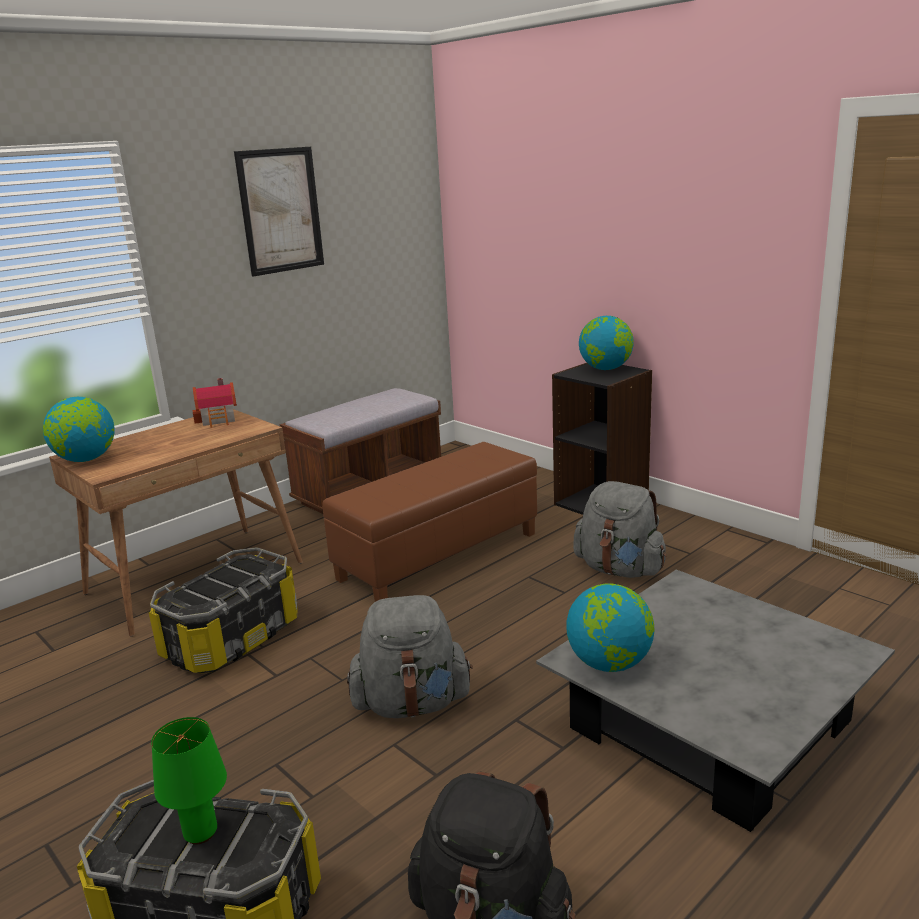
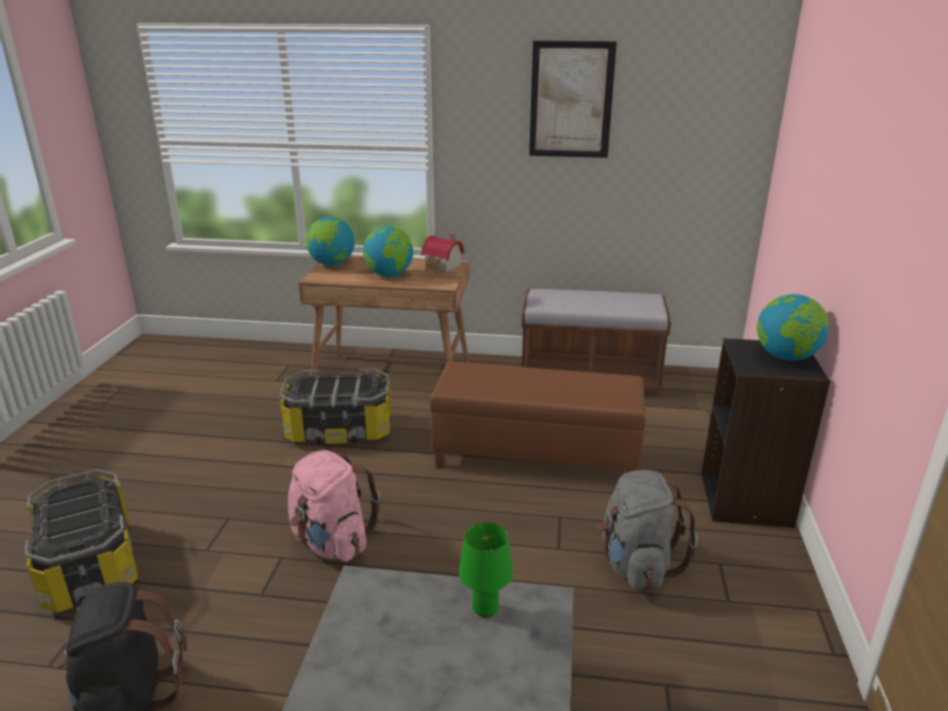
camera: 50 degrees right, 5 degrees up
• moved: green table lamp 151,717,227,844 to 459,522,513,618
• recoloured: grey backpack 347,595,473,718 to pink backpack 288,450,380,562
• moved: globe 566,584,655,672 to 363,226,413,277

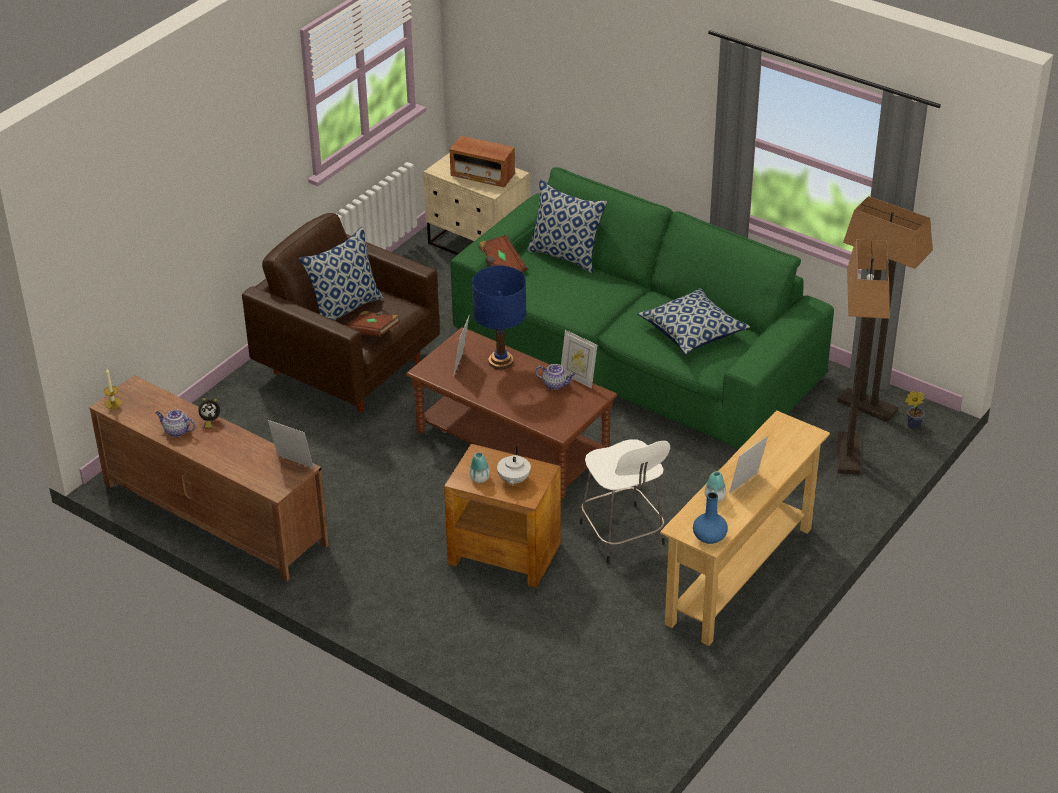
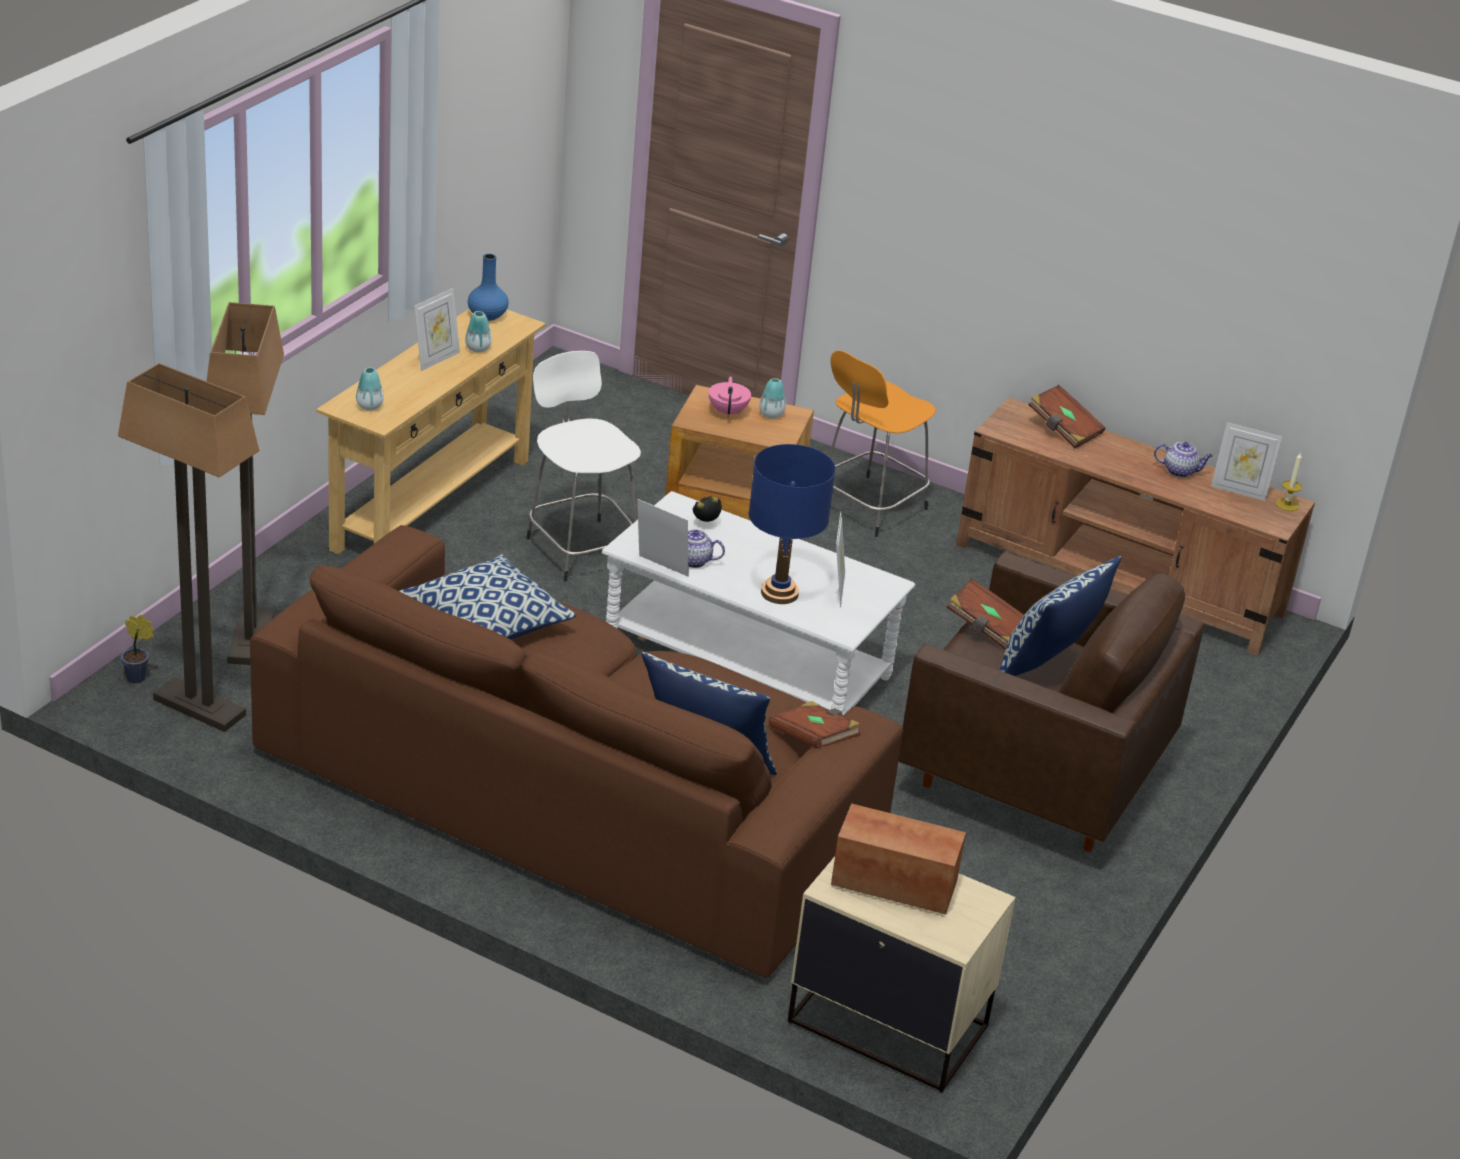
camera: 170 degrees right, 5 degrees down
• moved: alarm clock 198,398,220,428 to 693,496,722,522
• moved: picture frame 268,420,314,468 to 1211,422,1282,501
• recoloured: brown coffee table 406,327,617,499 to white coffee table 602,491,915,715
• recoloured: green sofa 450,167,834,449 to brown sofa 250,525,903,978
• recoloured: white teapot 497,446,531,486 to pink teapot 709,376,751,417
• added: vase 356,367,384,411
• added: orange stool 829,351,936,537
• added: brown book 1028,385,1105,448

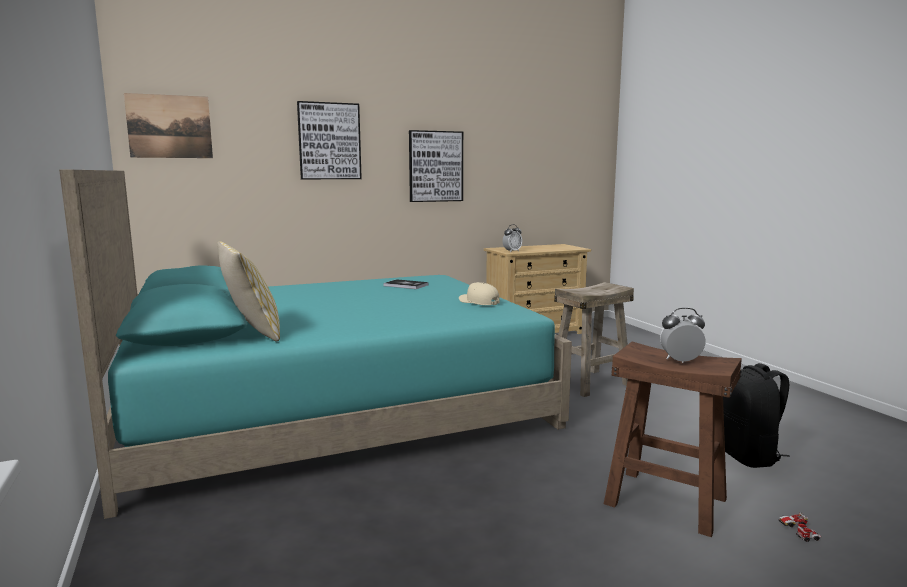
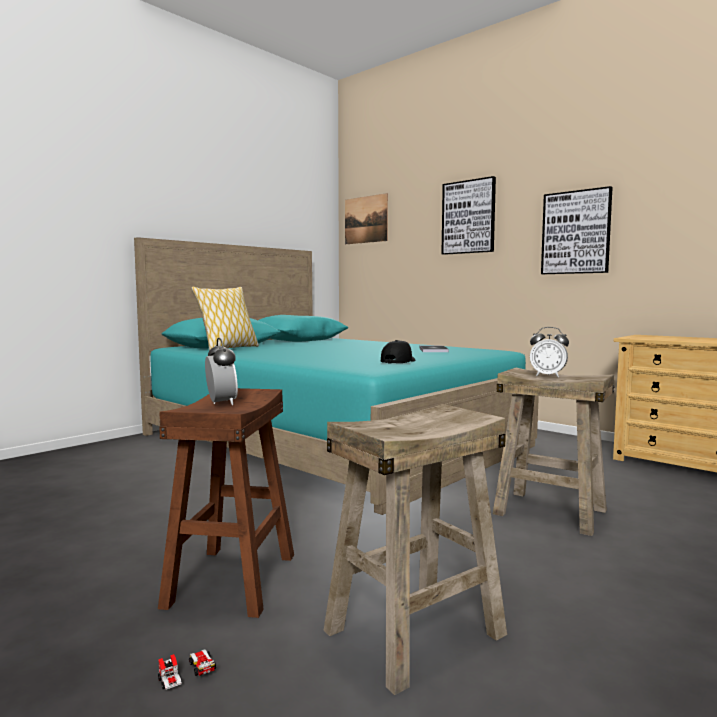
camera: 65 degrees right, 5 degrees down
• recoloured: beige cap 459,282,500,305 to black cap 381,340,415,364
• moved: alarm clock 503,224,522,252 to 530,327,569,377
• replaced: black backpack 723,363,790,468 to beige stool 323,404,507,695

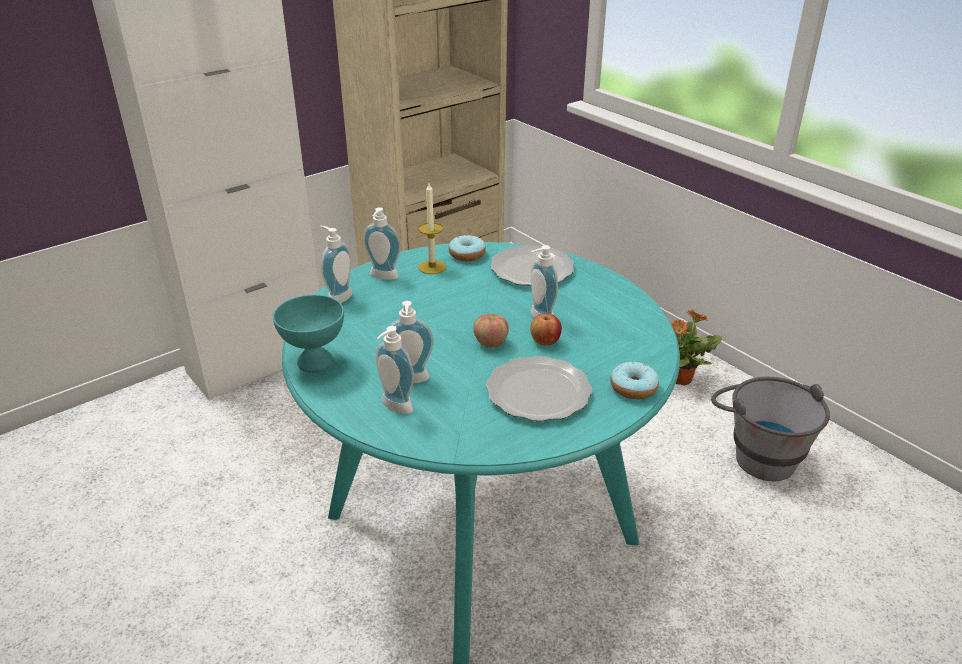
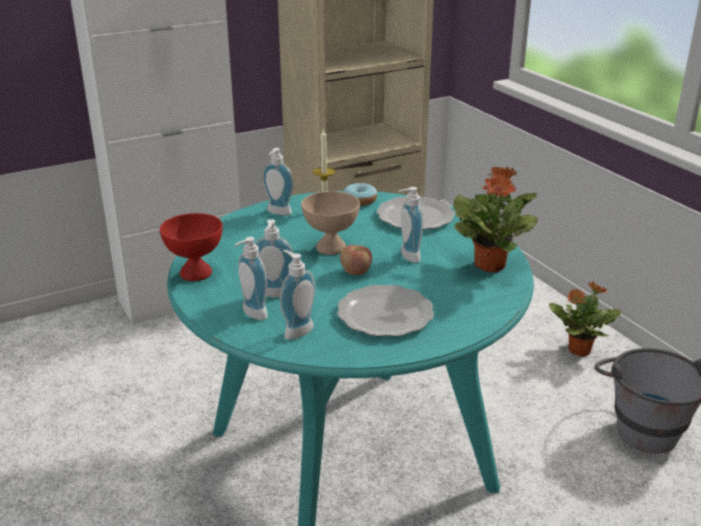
camera: 10 degrees right, 5 degrees down
• recoloured: turquoise bowl 273,295,344,373 to red bowl 160,213,223,281
• moved: soap dispenser 320,226,352,303 to 280,250,315,340
• removed: apple 530,313,562,345
• removed: donut 610,362,659,399
• added: beige bowl 301,191,360,255
• added: potted plant 453,167,538,272

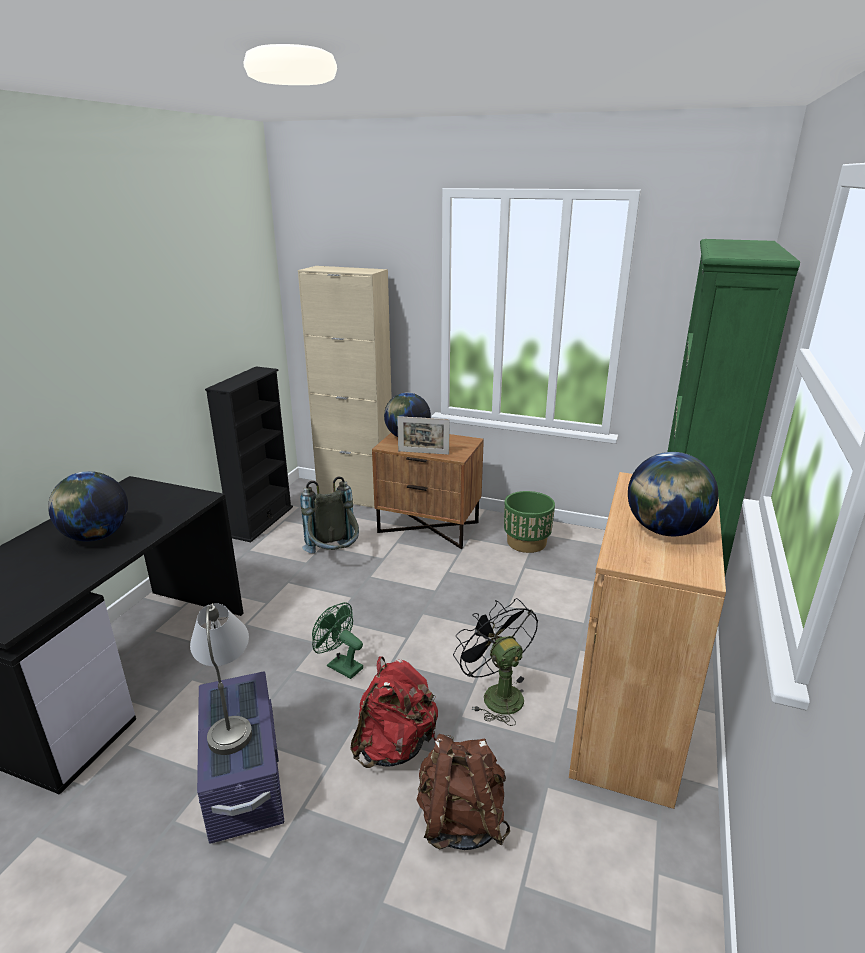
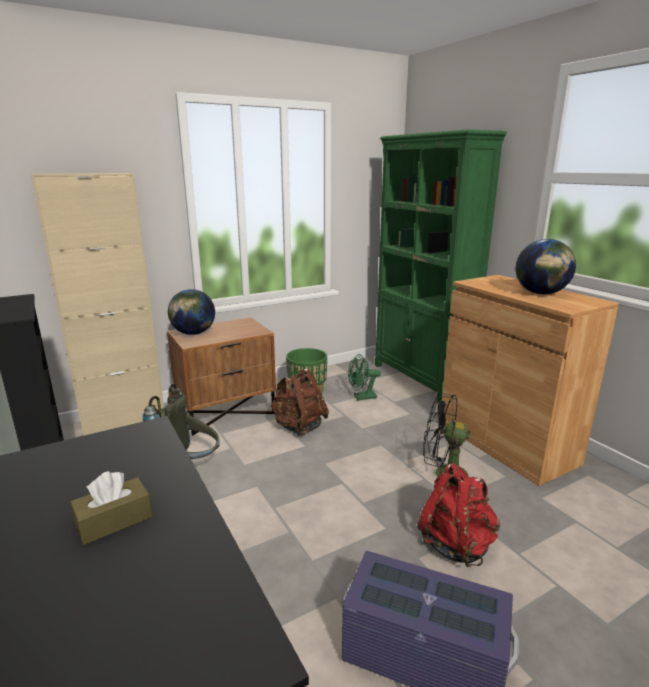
camera: 50 degrees left, 5 degrees down
• replaced: globe 48,471,128,542 to brown tissue box 70,471,152,545
• removed: grey table lamp 190,603,252,755
• moved: green fan 312,602,363,679 to 348,354,381,400
• removed: picture frame 397,416,450,455
• moved: brown backpack 416,734,510,850 to 270,369,329,436

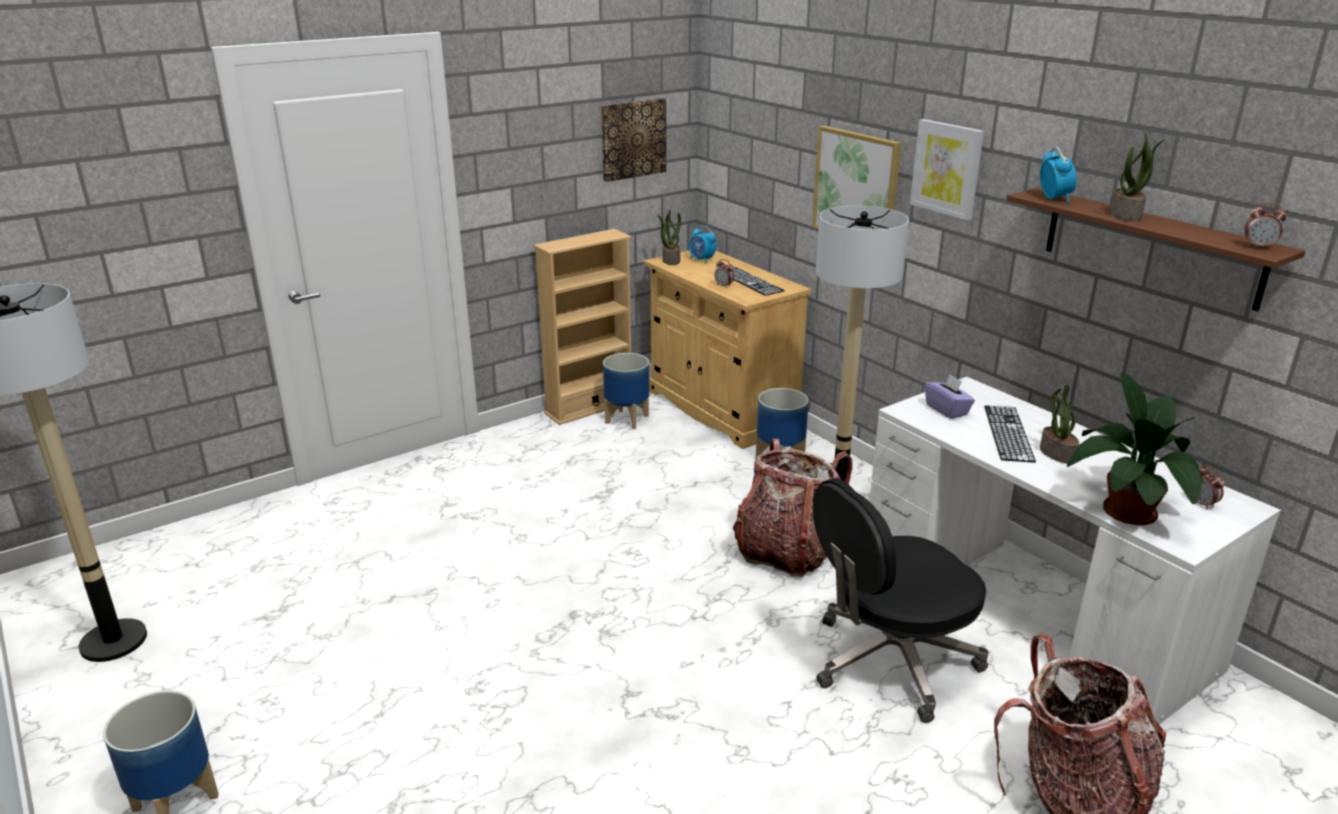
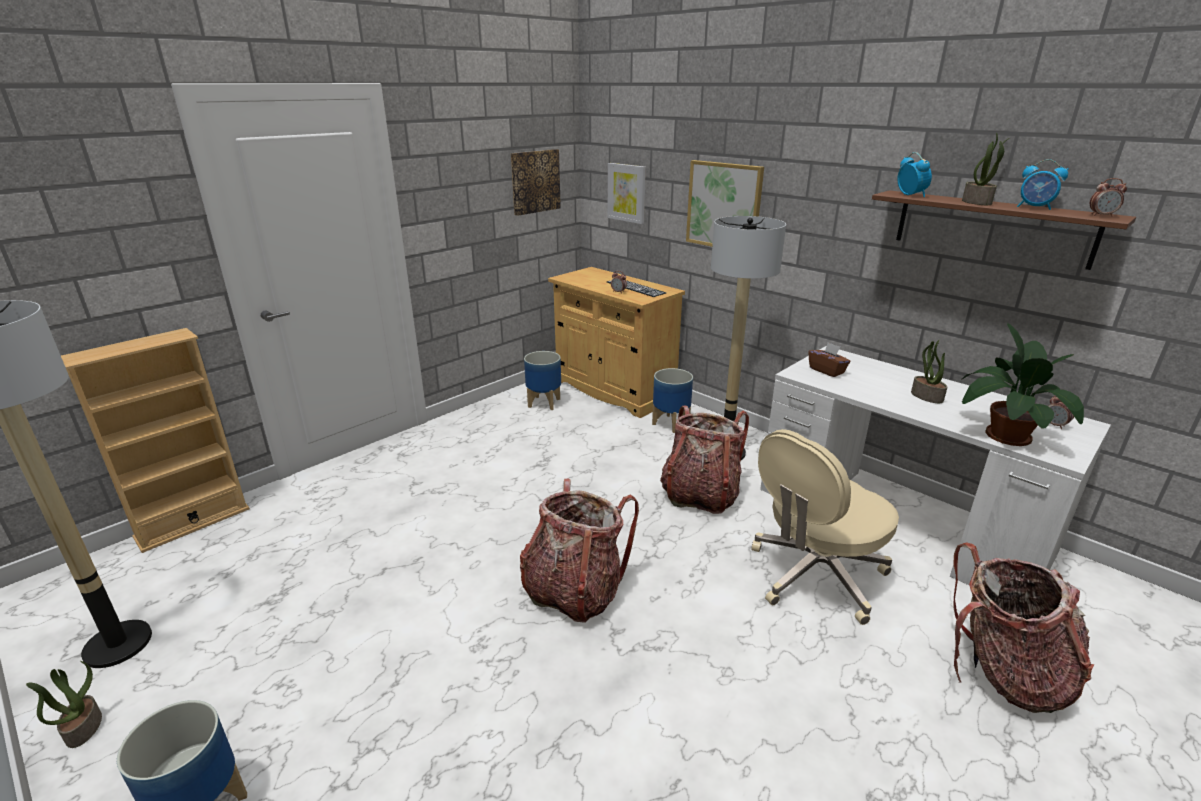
camera: 10 degrees left, 0 degrees up
• moved: beige bookcase 534,229,632,425 to 61,328,250,553
• moved: potted plant 657,209,681,265 to 26,661,102,748
• moved: alarm clock 689,225,716,263 to 1017,159,1068,210
• recoloured: black office chair 813,478,989,723 to beige office chair 752,429,899,625
• moved: picture 910,119,984,221 to 608,163,646,224
• recoloured: purple tissue box 925,374,975,419 to brown tissue box 808,342,851,377
• removed: keyboard 984,405,1036,463
• added: backpack 520,479,639,623

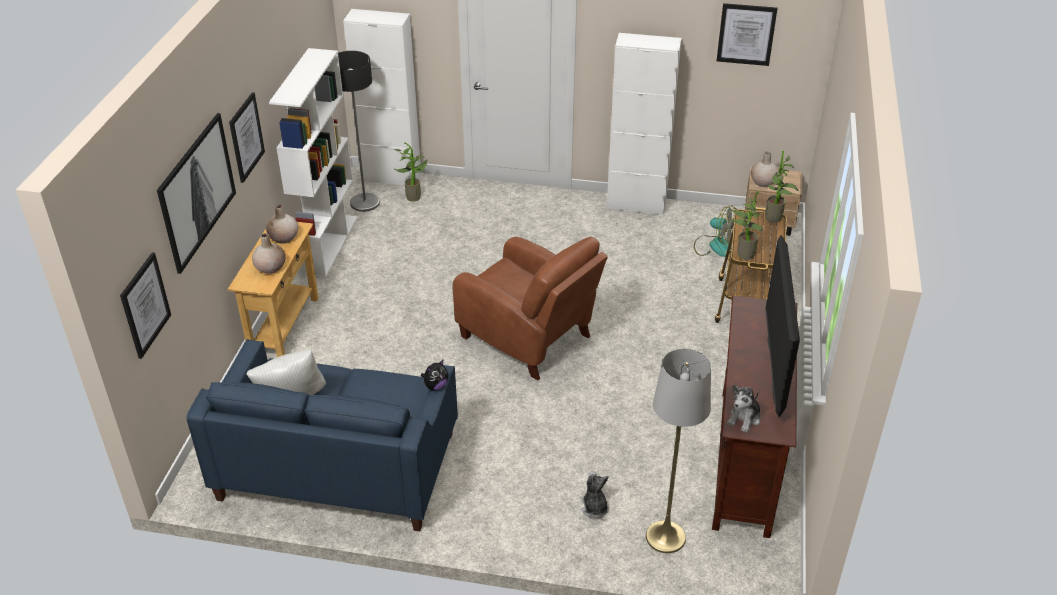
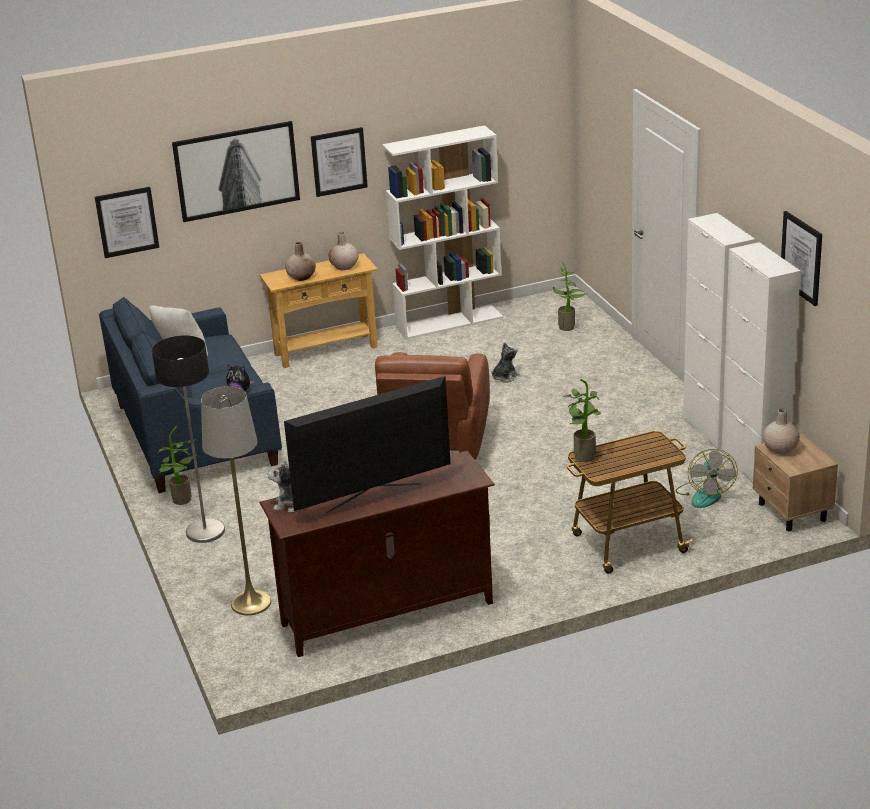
camera: 60 degrees right, 10 degrees down
• moved: floor lamp 338,51,380,212 to 152,335,225,543
• moved: white cabinet 343,9,421,186 to 721,242,801,482
• moved: plush toy 581,471,609,518 to 491,342,520,383
• moved: potted plant 765,151,798,223 to 158,427,197,505

